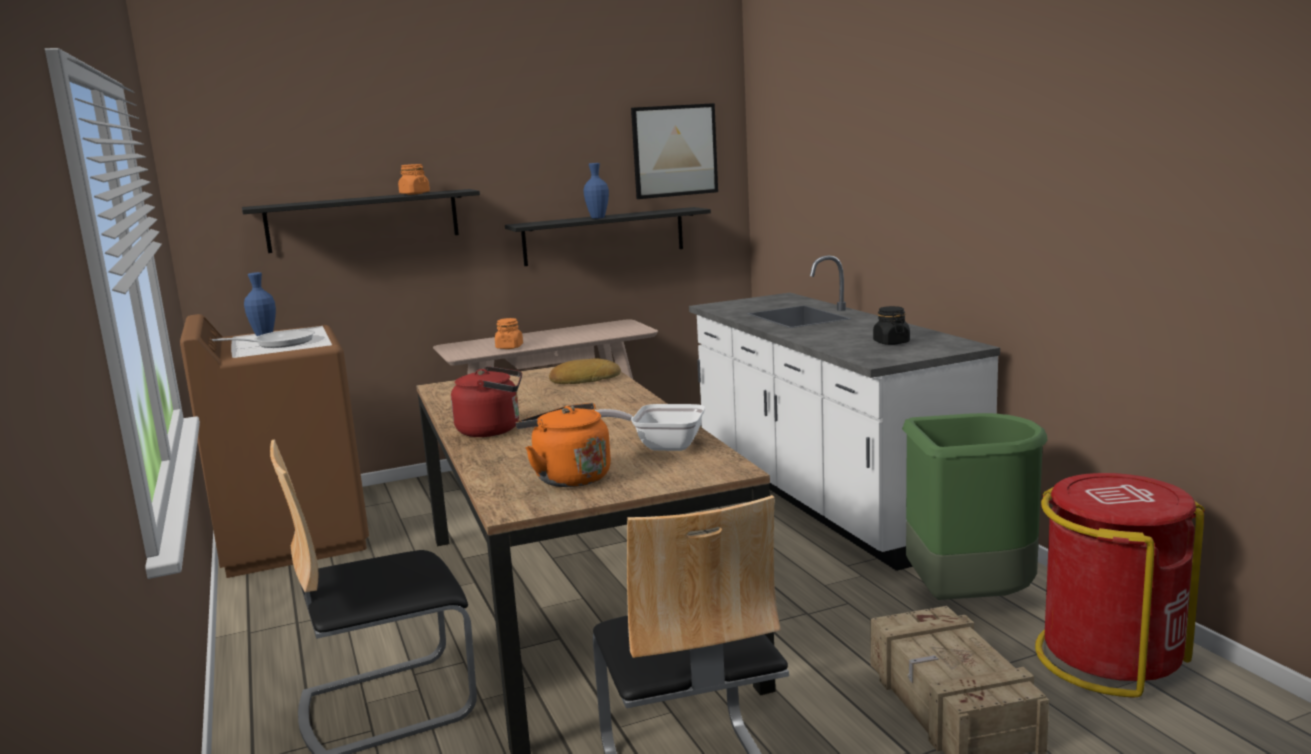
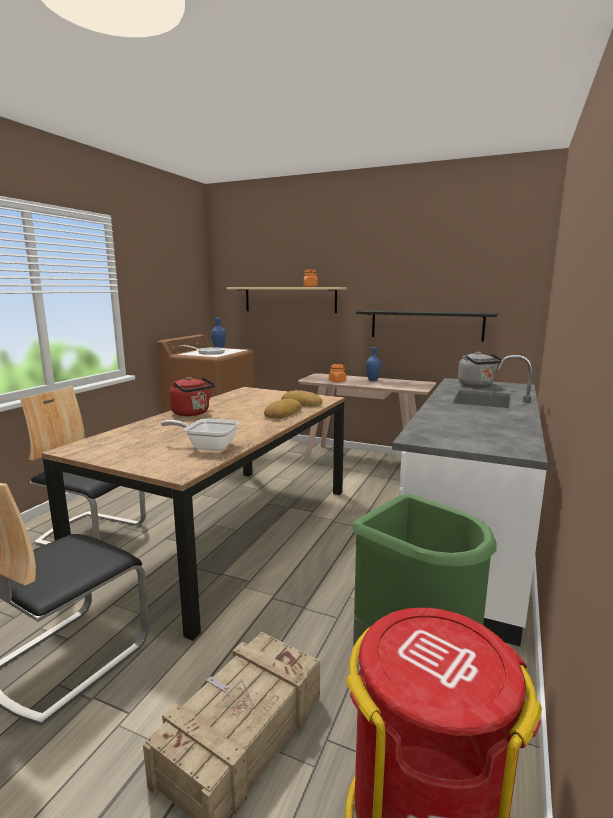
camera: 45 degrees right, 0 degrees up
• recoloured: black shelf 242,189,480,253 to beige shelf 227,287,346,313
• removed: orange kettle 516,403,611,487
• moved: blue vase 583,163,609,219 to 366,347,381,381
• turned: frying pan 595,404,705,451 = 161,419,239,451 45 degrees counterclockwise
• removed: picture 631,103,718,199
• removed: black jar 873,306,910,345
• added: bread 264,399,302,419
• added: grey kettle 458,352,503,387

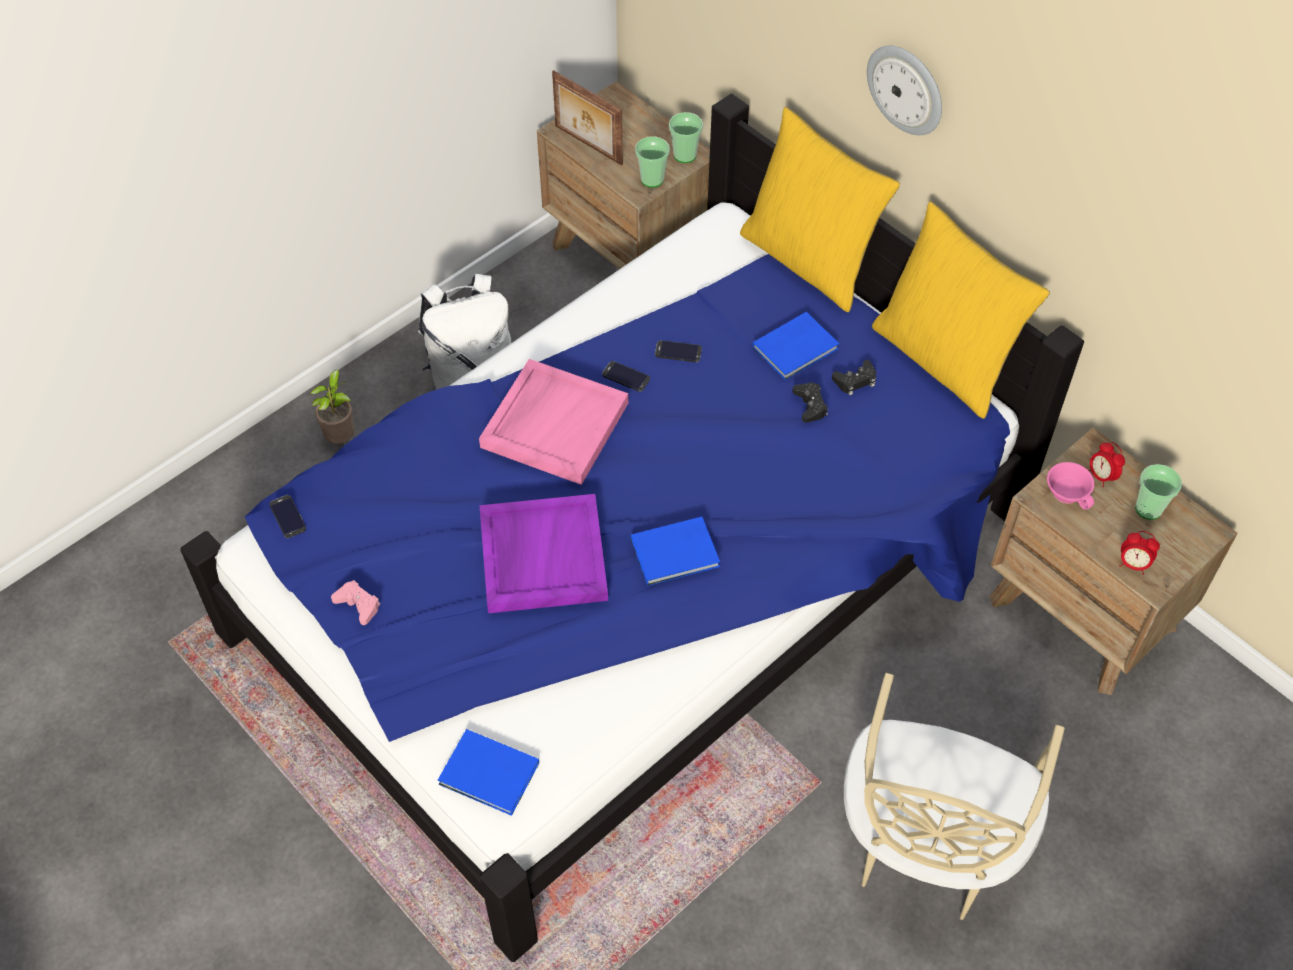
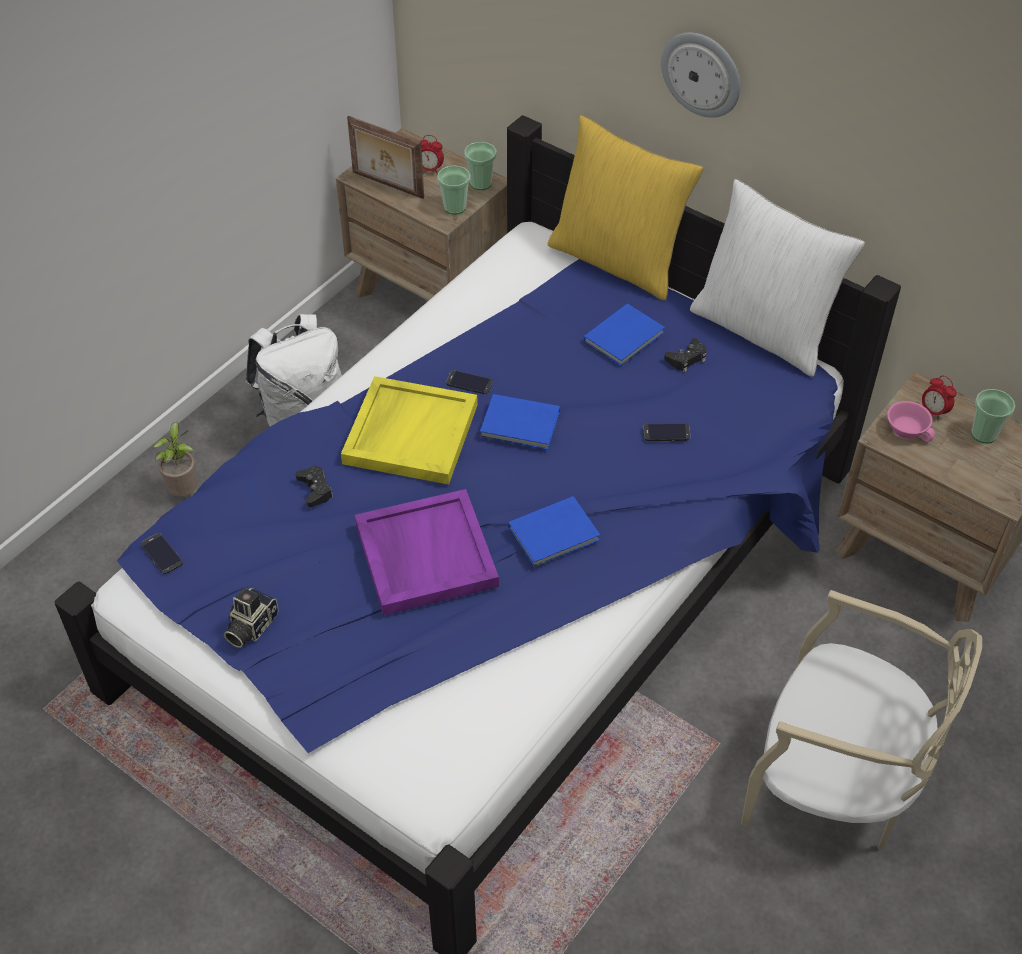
camera: 10 degrees left, 5 degrees down
• replaced: pink game controller 331,580,380,625 to photo camera 224,588,279,648
• moved: blue book 438,729,539,816 to 480,394,560,450
• recoloured: pink tray 479,359,629,485 to yellow tray 341,376,478,485
• moved: phone 655,340,702,362 to 643,423,690,441
• moved: black game controller 792,382,828,423 to 295,466,333,507
• turned: beige chair 844,673,1065,920 = 741,590,982,850 75 degrees counterclockwise
• recoloured: yellow pillow 872,201,1050,419 to white pillow 690,179,865,377
• moved: alarm clock 1119,531,1160,575 to 420,135,444,175

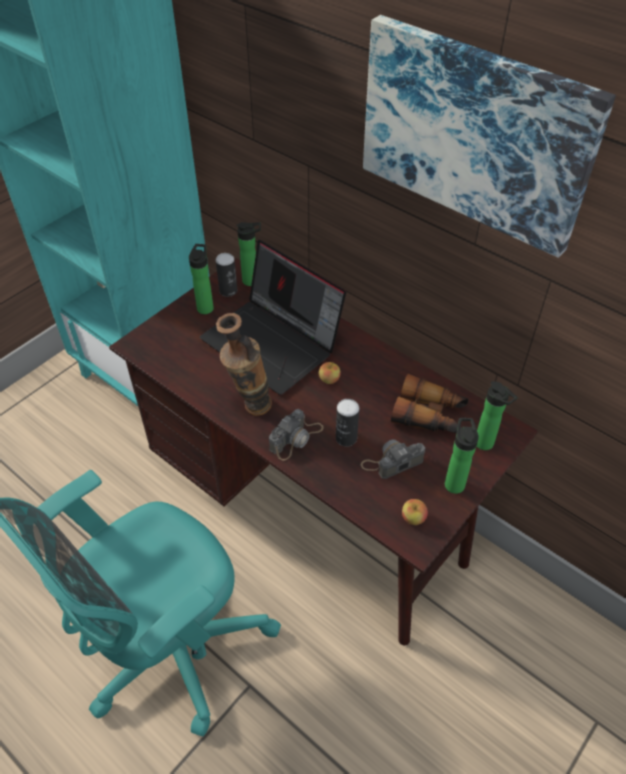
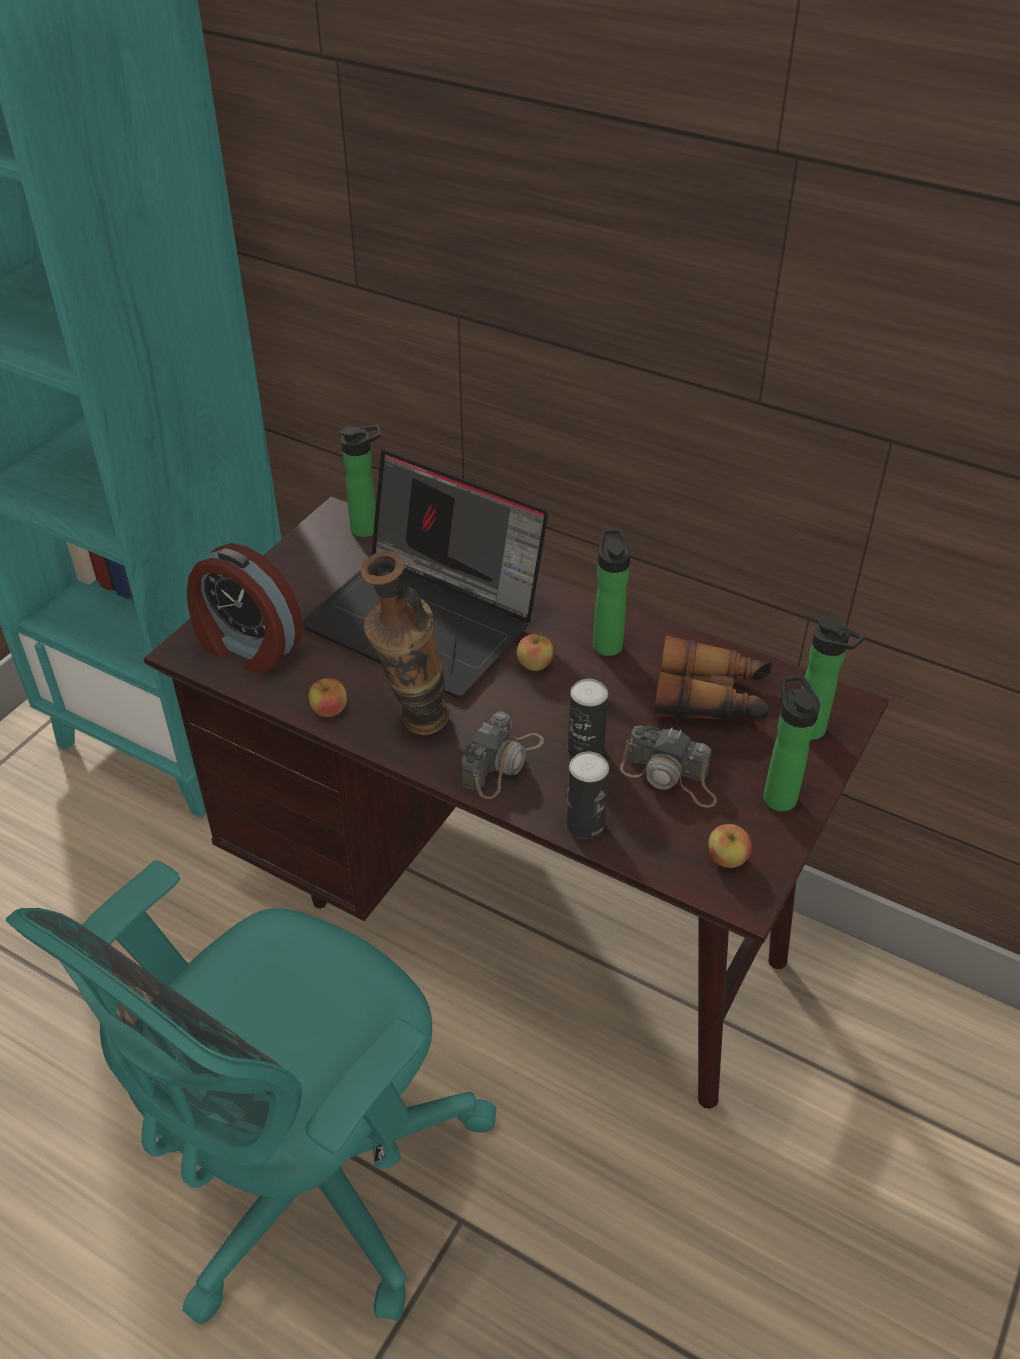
camera: 10 degrees left, 5 degrees down
• moved: bottle 189,244,214,314 to 593,529,631,656
• moved: can 216,253,237,297 to 566,752,609,839
• turned: photo camera 361,439,425,479 = 620,725,717,808 120 degrees counterclockwise
• removed: picture 363,15,616,258
• added: alarm clock 187,543,303,675
• added: apple 309,678,347,717

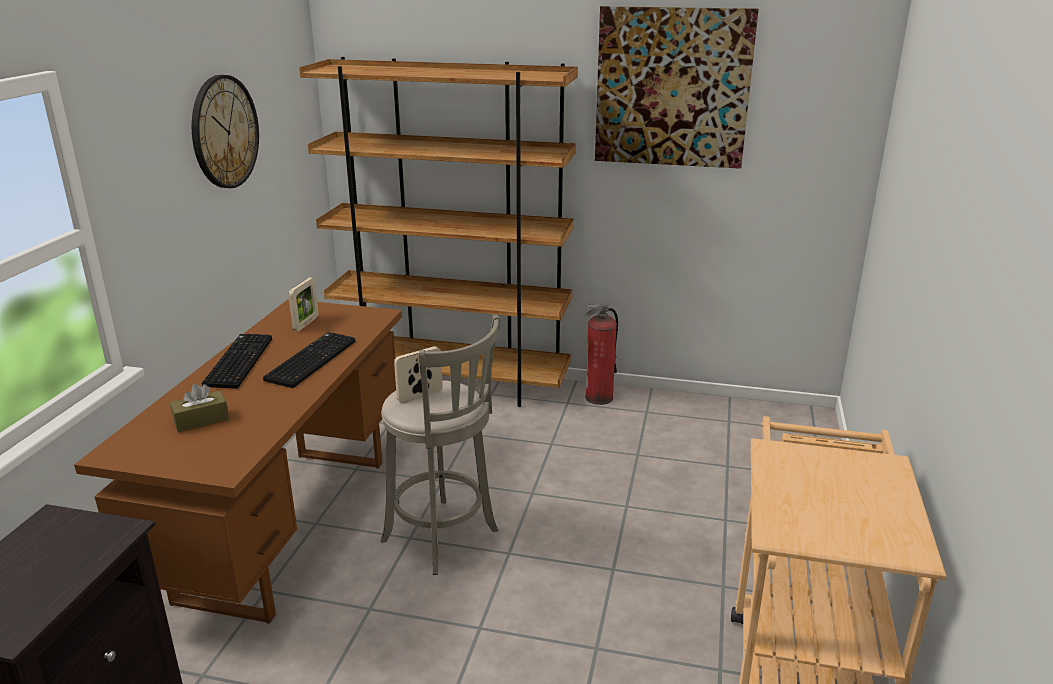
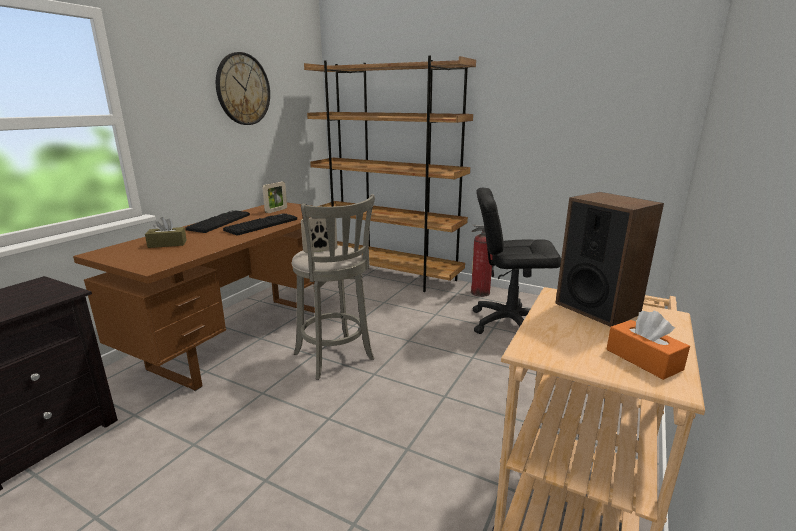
camera: 15 degrees right, 5 degrees down
• removed: picture 595,6,759,169
• added: black office chair 473,188,561,334
• added: speaker 555,192,664,327
• added: orange tissue box 607,311,690,380

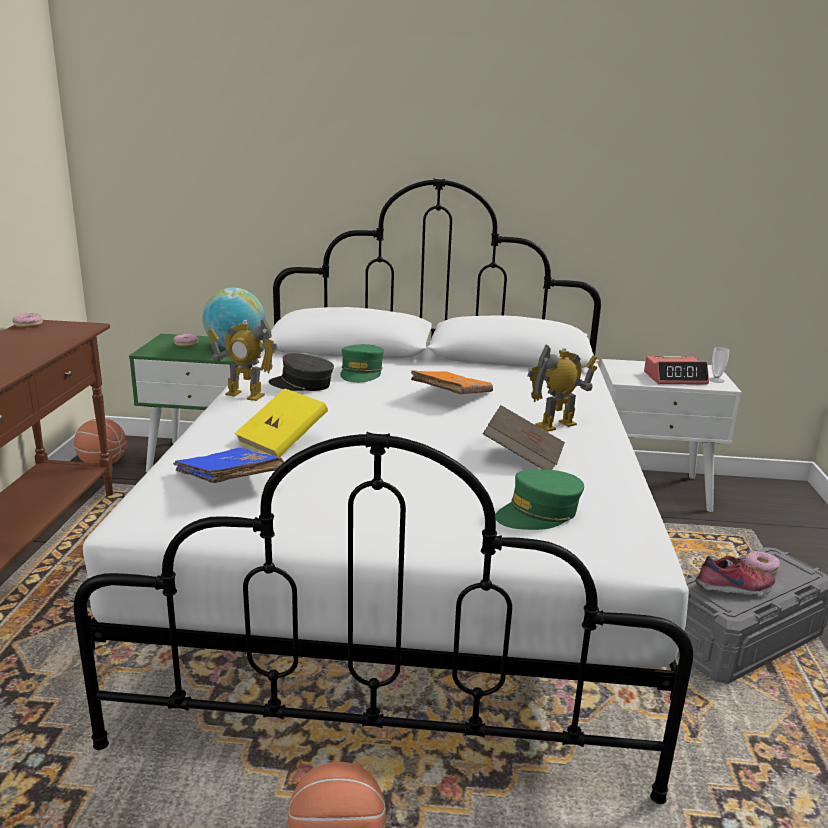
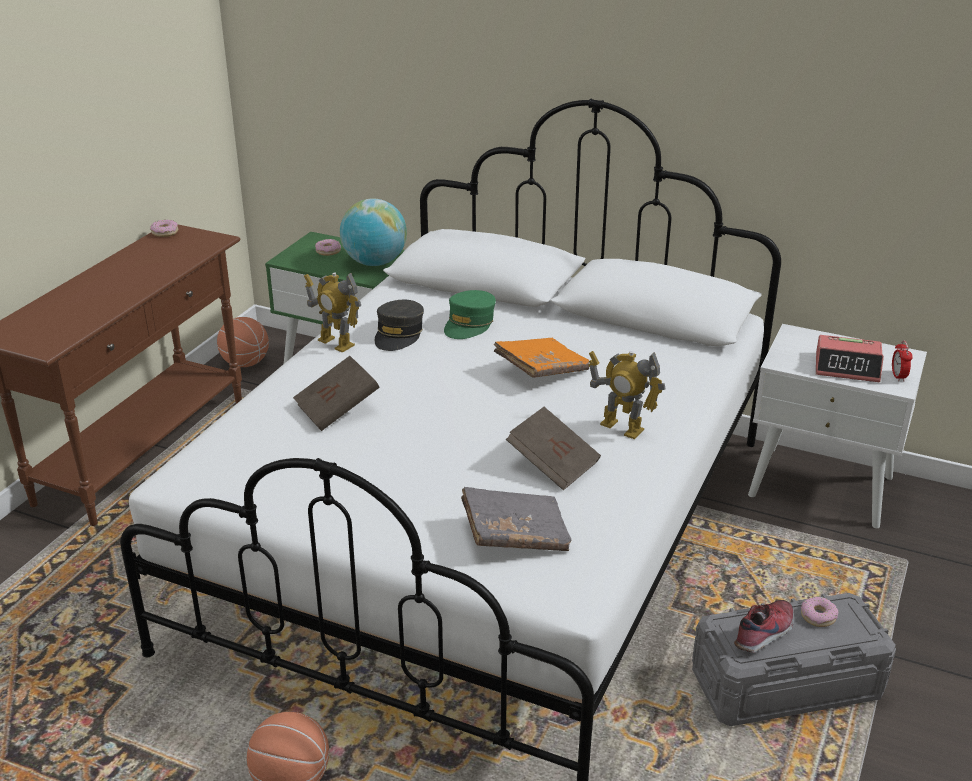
camera: 20 degrees right, 10 degrees up
• removed: blue book 173,448,284,483
• recoloured: yellow book 234,388,328,457 to brown book 293,356,380,431
• turned: grey cap 268,353,334,391 = 374,300,424,351 105 degrees counterclockwise
• replaced: green cap 495,469,584,530 to grey book 461,487,571,551
• turned: toy robot 528,345,598,432 = 588,351,665,439 135 degrees counterclockwise
• turned: shoe 695,555,775,595 = 734,600,794,653 60 degrees counterclockwise
• replaced: cup 709,348,729,383 to alarm clock 892,340,913,382

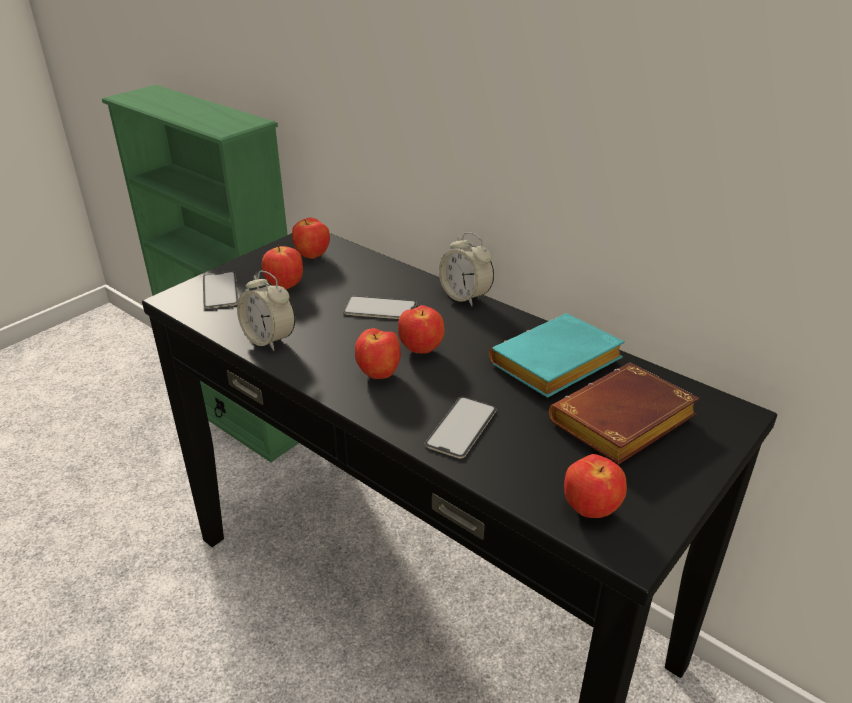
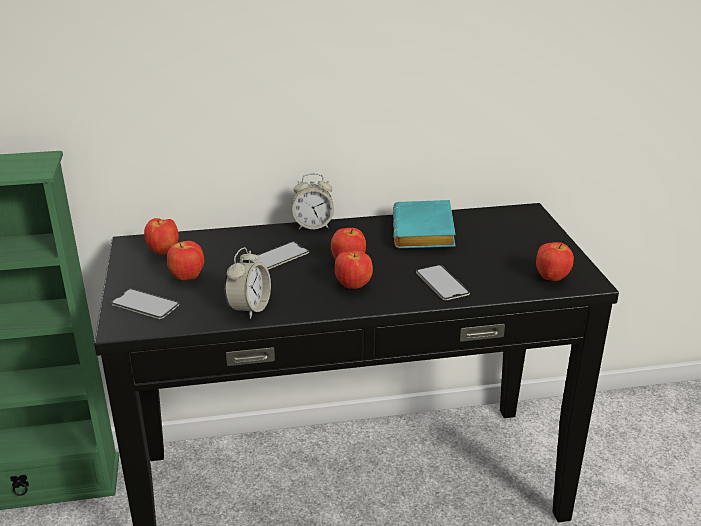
camera: 50 degrees left, 5 degrees down
• turned: alarm clock 237,271,295,351 = 225,247,271,319 60 degrees counterclockwise
• removed: brown book 549,363,700,465

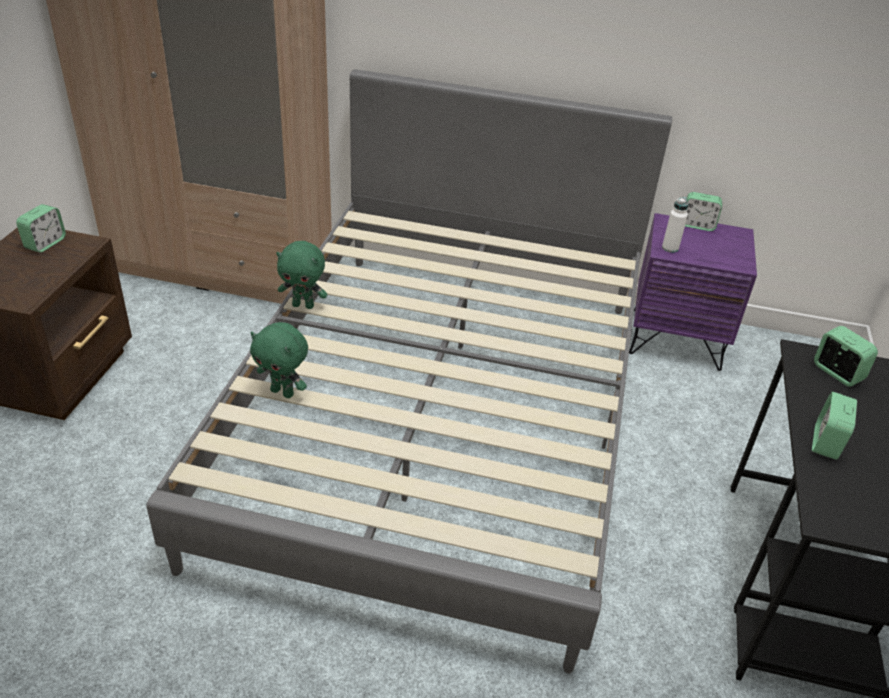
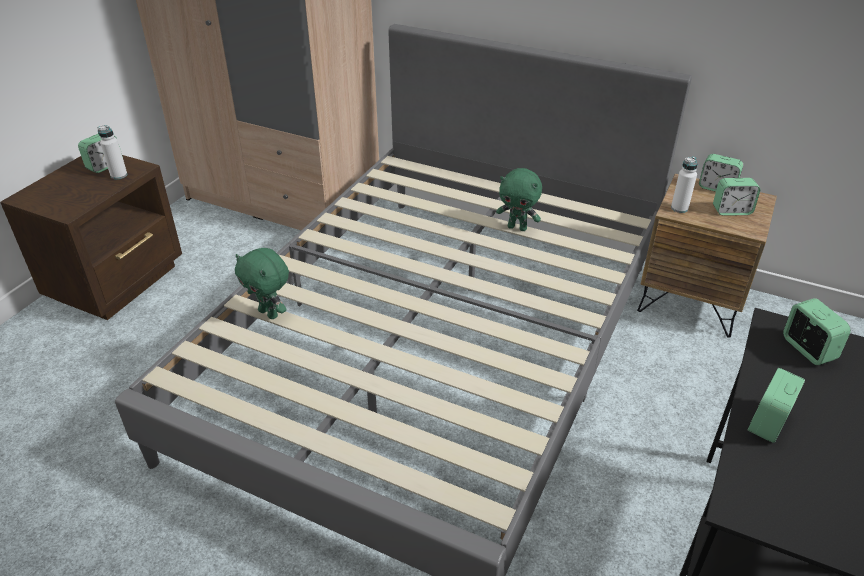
camera: 15 degrees right, 0 degrees up
• moved: green plush toy 276,241,327,309 to 496,168,542,231
• recoloured: purple nightstand 629,213,757,371 to brown nightstand 637,174,777,337
• added: white bottle 97,125,127,179
• added: alarm clock 713,178,761,216

